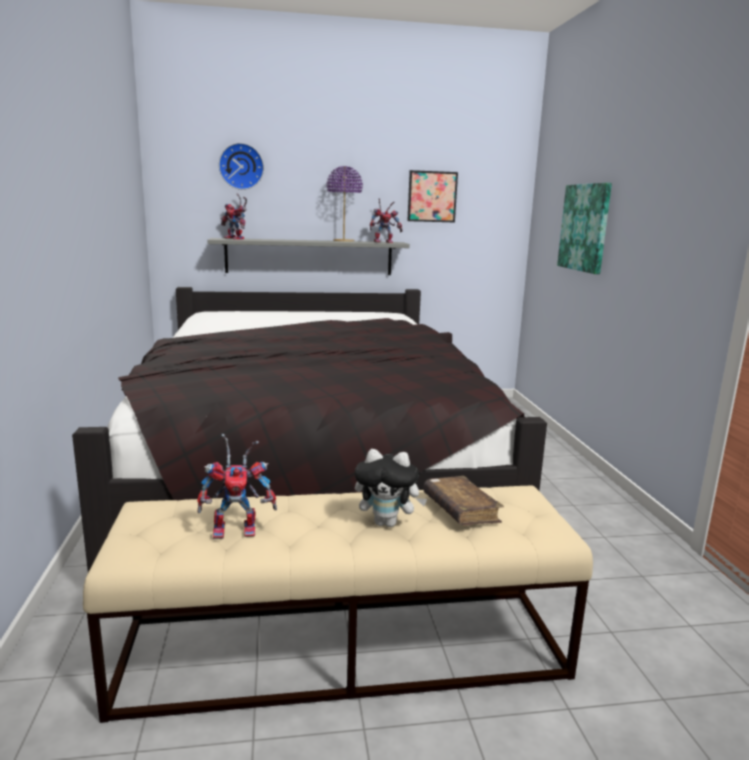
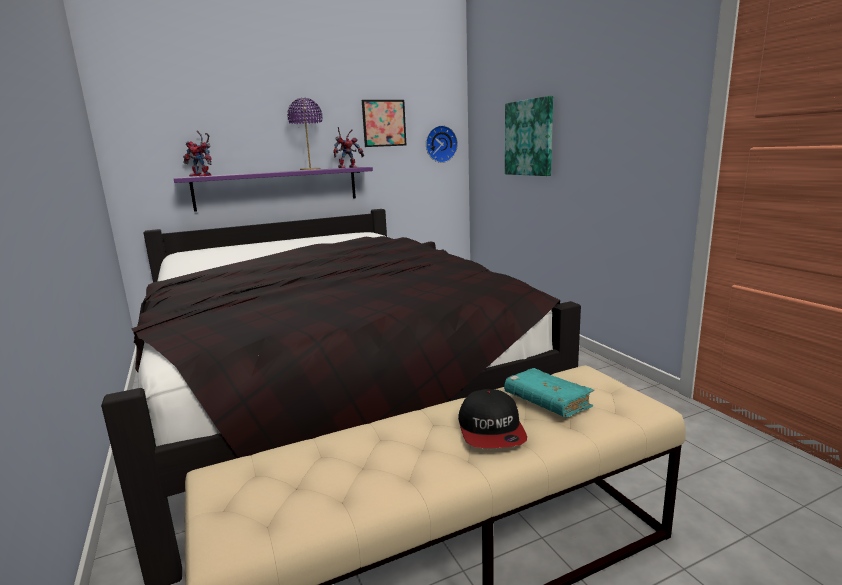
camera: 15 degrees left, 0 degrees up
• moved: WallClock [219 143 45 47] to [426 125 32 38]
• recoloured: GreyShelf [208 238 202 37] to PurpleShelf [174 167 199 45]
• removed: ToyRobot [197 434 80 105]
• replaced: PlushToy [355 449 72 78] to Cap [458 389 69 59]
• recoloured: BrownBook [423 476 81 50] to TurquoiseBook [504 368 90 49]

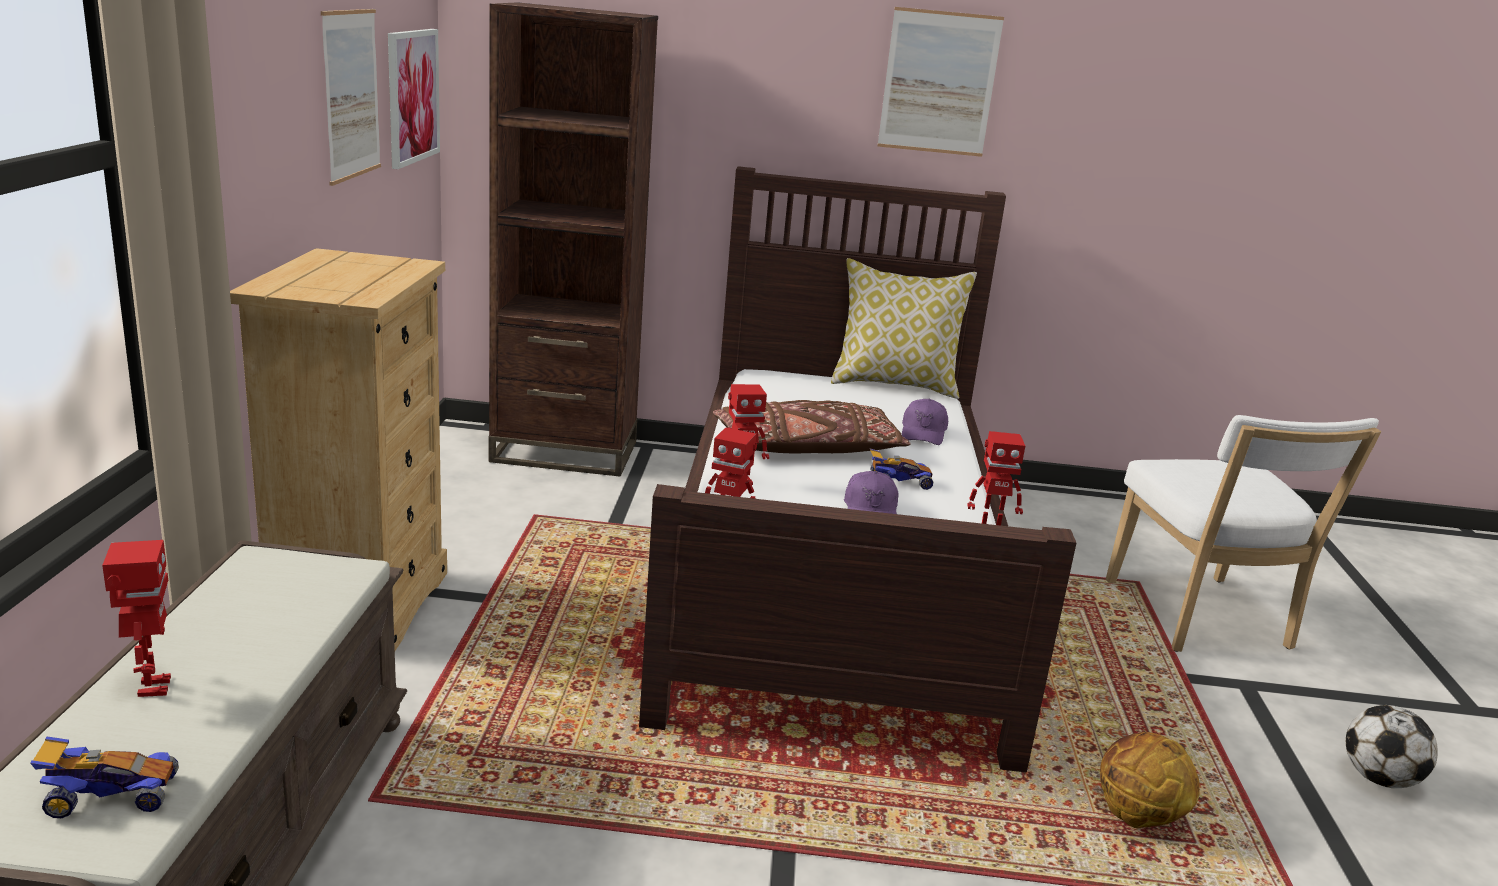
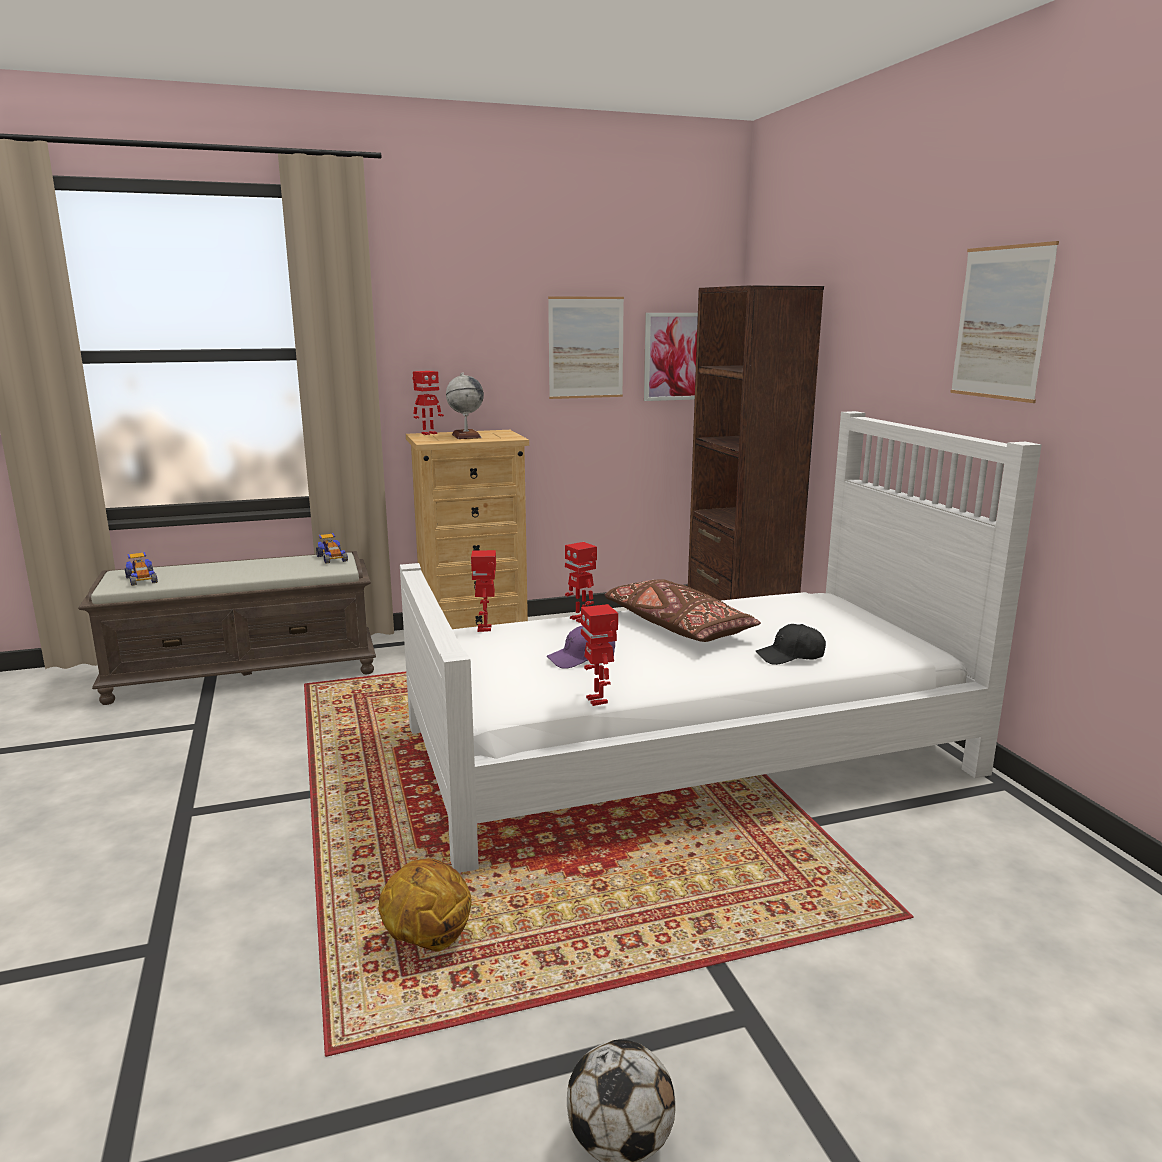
camera: 70 degrees right, 5 degrees down
• recoloured: BrownBed [639 166 437 607] to WhiteBed [400 411 642 462]
• removed: Pillow [831 258 146 141]
• recoloured: PurpleCap [902 399 46 46] to BlackCap [756 624 70 41]
• removed: WhiteChair [1106 415 275 237]
• moved: ToyCar [870 448 63 42] to [316 533 32 31]
• moved: ToyRobot [102 540 69 157] to [412 371 32 64]
• added: Globe [446 372 38 67]

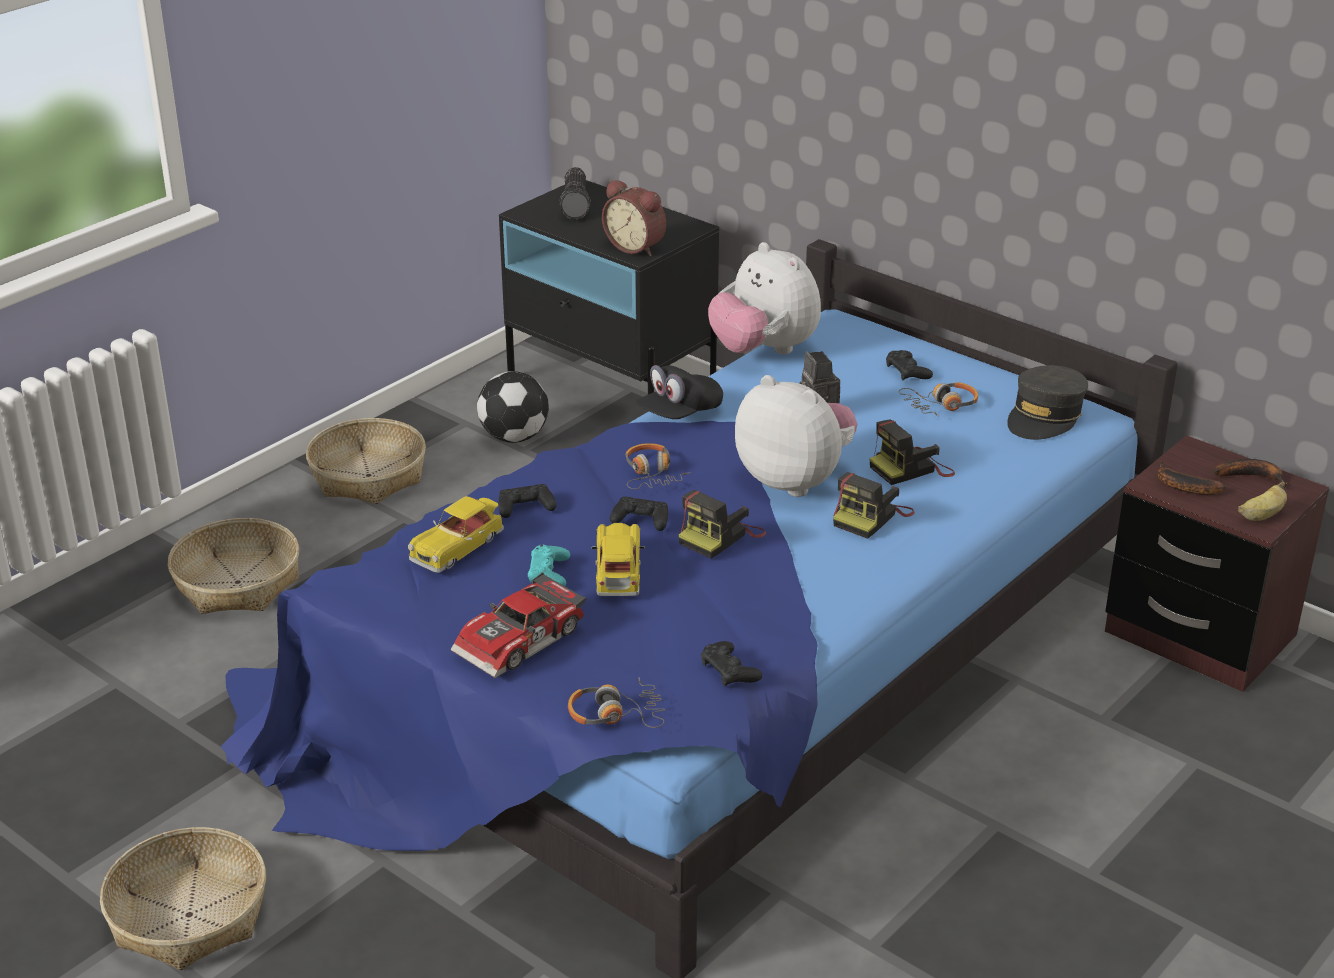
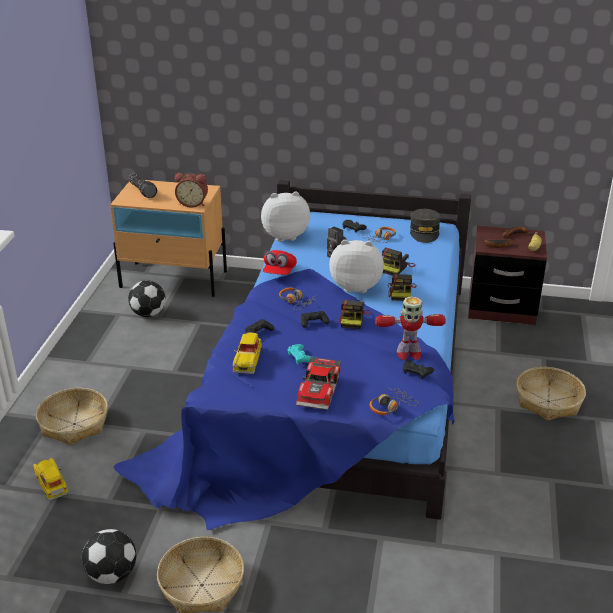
camera: 30 degrees left, 0 degrees up
• recoloured: BlackNightstand [499 180 220 214] to BeigeNightstand [110 180 117 117]
• turned: PlushToy [708 242 113 112] = [261 192 49 50] 150 degrees clockwise
• recoloured: BlackCap [636 365 87 54] to RedCap [263 250 34 25]
• moved: Basket [306 418 120 86] to [516 367 70 54]
• moved: ToyCar [591 523 54 73] to [33 458 36 42]
• added: ToyRobot [375 296 71 64]
• added: Football [82 529 54 55]

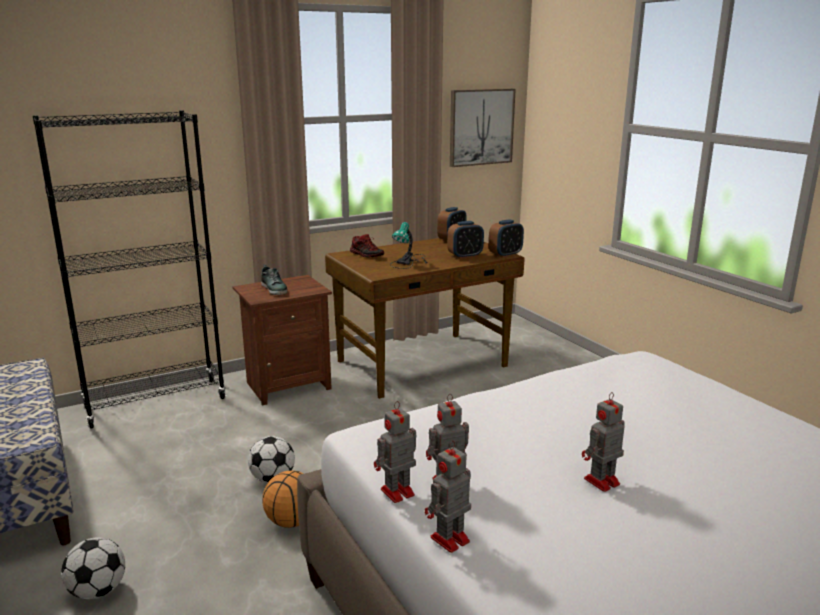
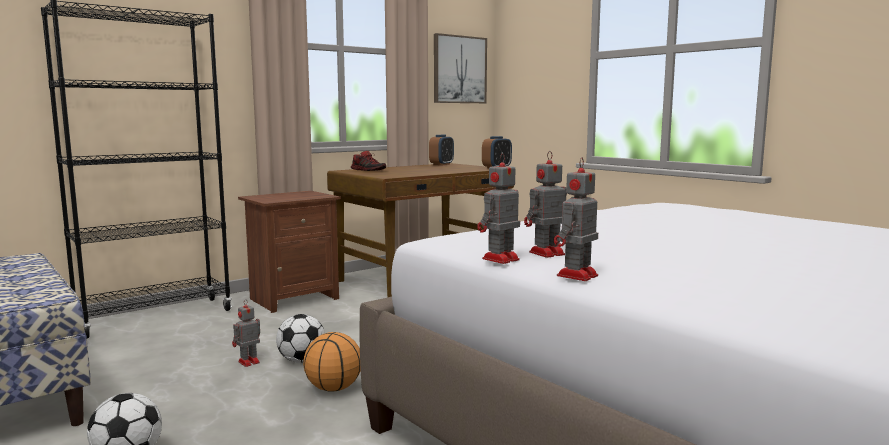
camera: 10 degrees left, 10 degrees down
• removed: AlarmClock [447 221 37 38]
• removed: TableLamp [390 222 38 47]
• removed: Shoe [261 265 27 30]
• moved: ToyRobot [582 392 43 100] to [232 299 28 68]

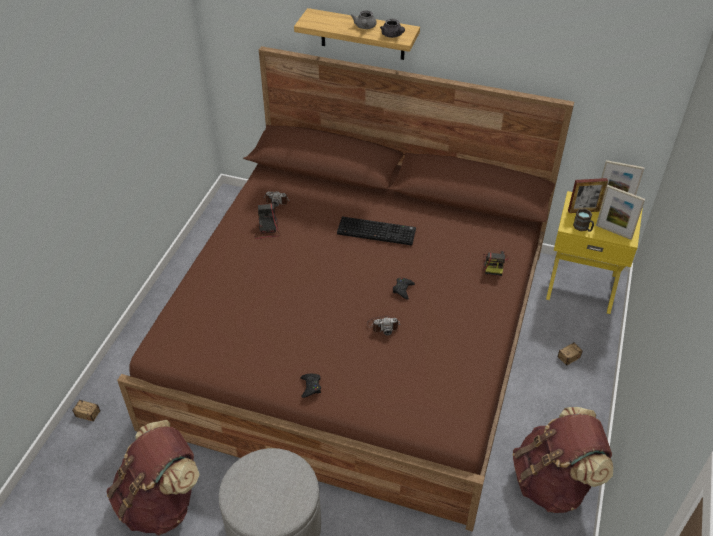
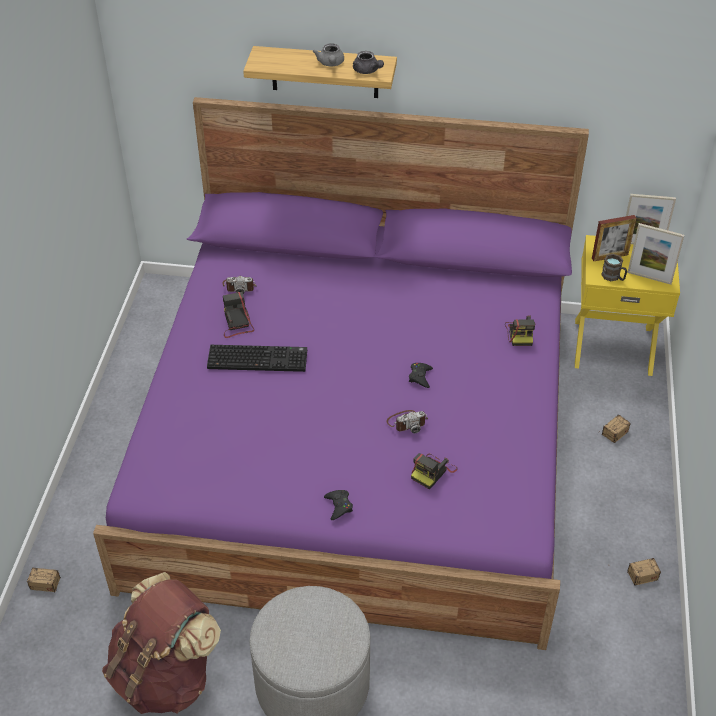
camera: 10 degrees left, 0 degrees up
• recoloured: BrownBed [117 46 457 485] to PurpleBed [93 97 496 553]
• moved: Keyboard [337 217 79 28] to [207 345 100 27]
• replaced: BrownBackpack [513 407 100 106] to StorageBox [608 558 53 28]
• added: PhotoCamera [411 453 46 36]

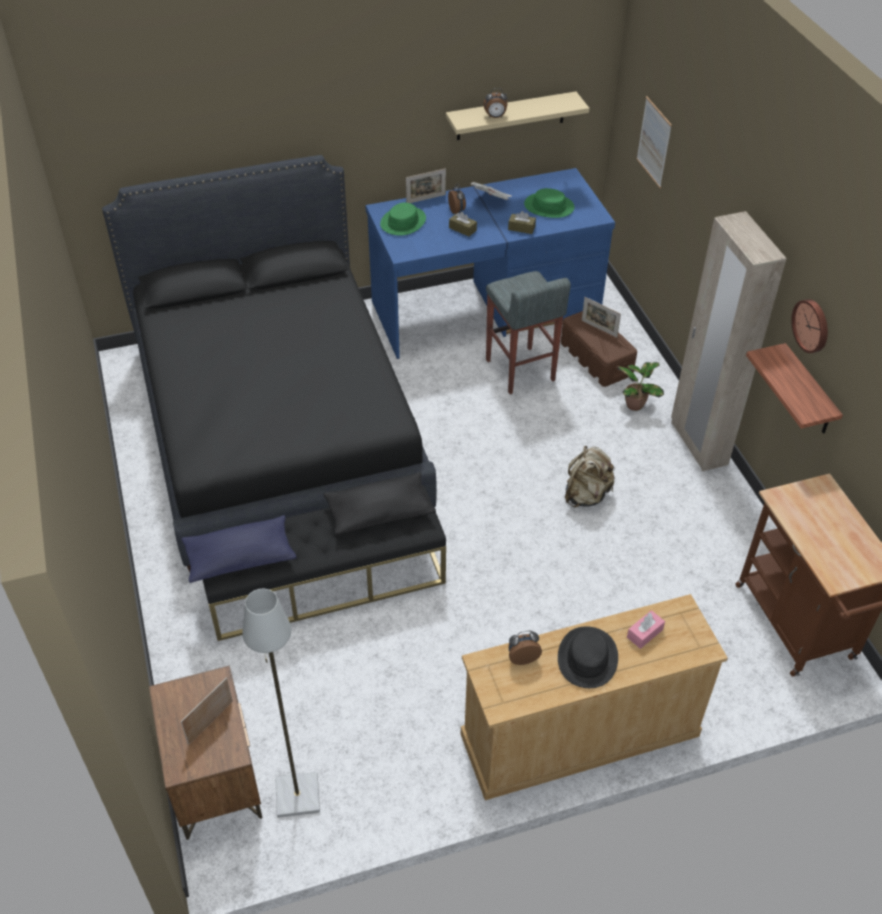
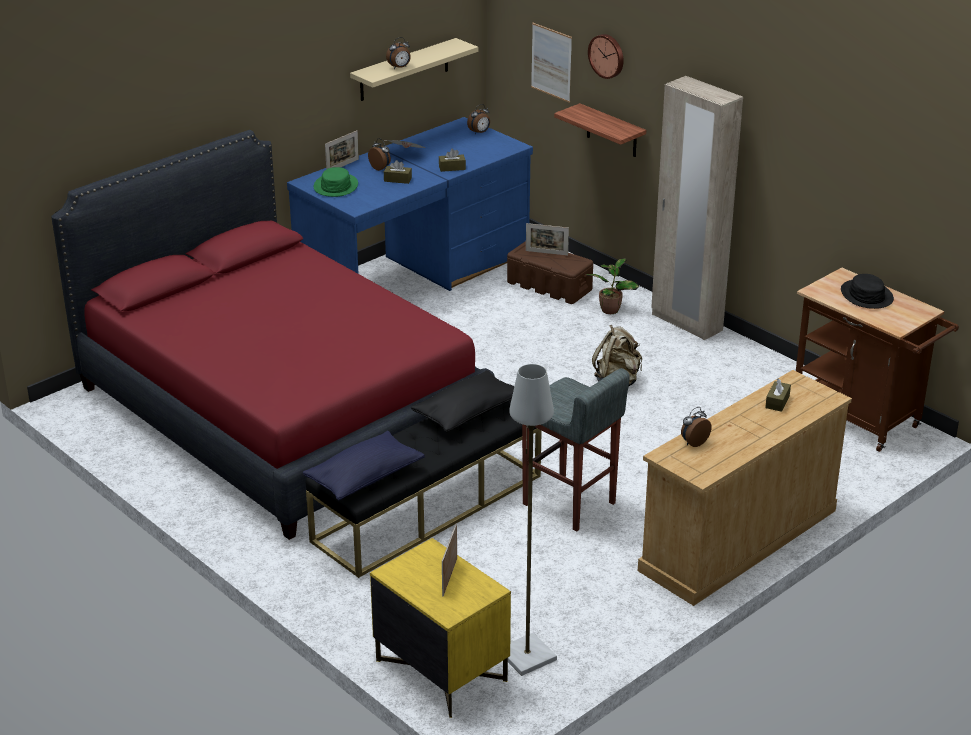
camera: 25 degrees left, 15 degrees down
• recoloured: BlackBed [102 155 335 417] to RedBed [51 130 444 410]
• removed: GreenHat [524 188 51 30]
• moved: GreyStool [486 271 85 123] to [522 368 108 164]
• moved: WallClock [791 299 37 54] to [588 34 36 45]
• moved: Shelf [746 343 97 91] to [554 103 92 54]
• recoloured: PinkTissueBox [627 610 38 39] to BrownTissueBox [765 378 26 34]
• moved: BlackHat [558 626 60 62] to [841 274 53 35]
• recoloured: BrownNightstand [149 666 114 174] to YellowNightstand [370 538 141 180]
• added: AlarmClock [467 104 23 30]

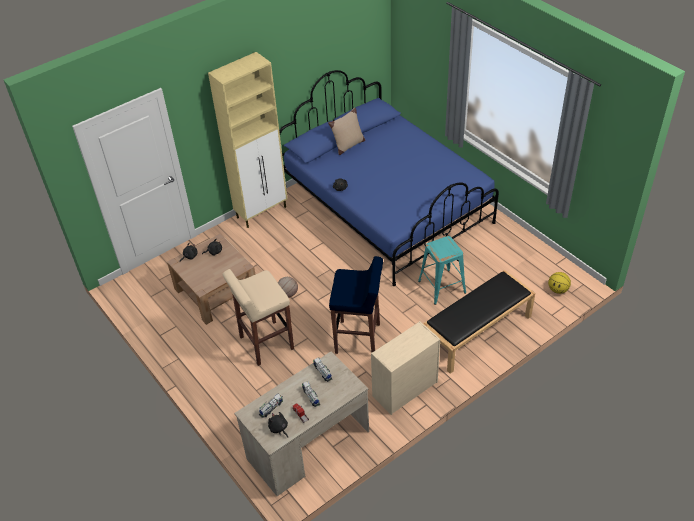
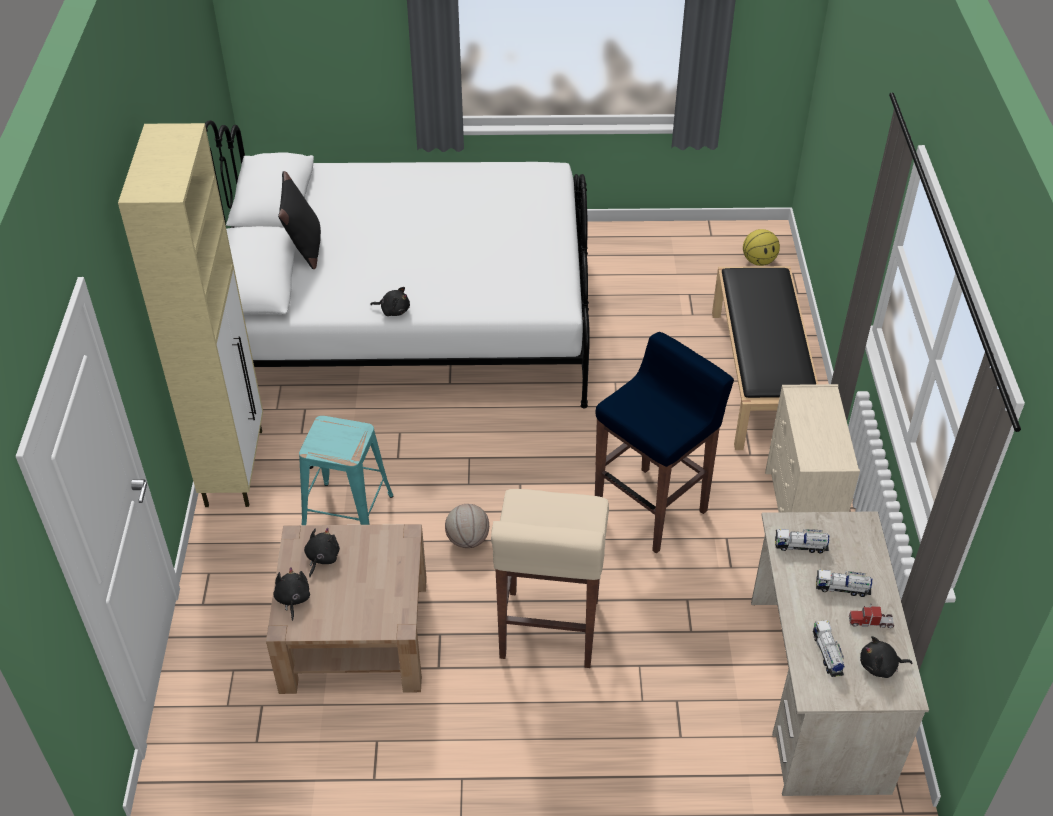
camera: 55 degrees left, 0 degrees up
• recoloured: BlueBed [279 70 220 216] to WhiteBed [205 120 385 288]
• recoloured: BeigePillow [328 108 37 47] to BlackPillow [278 171 43 98]
• moved: TurquoiseStool [418 236 48 69] to [299 416 94 109]

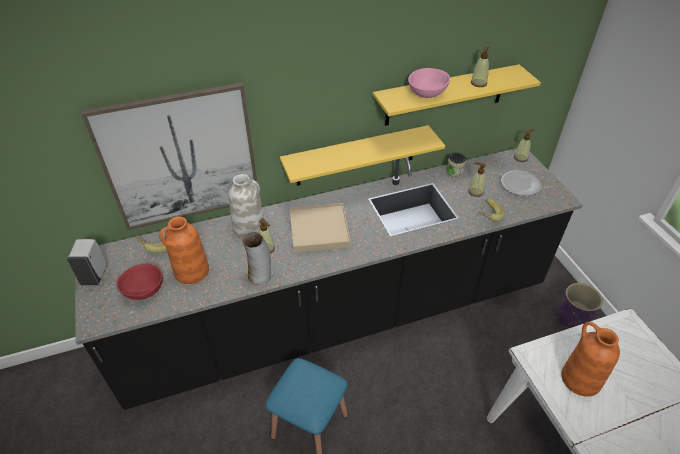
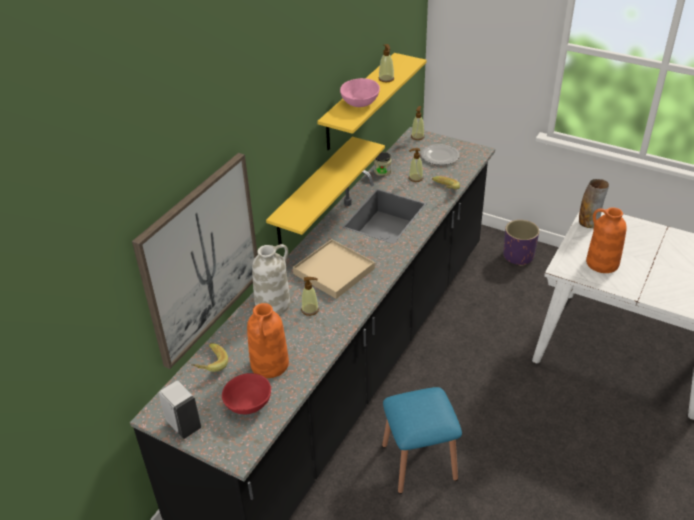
camera: 40 degrees left, 5 degrees down
• moved: Vase [241 232 30 53] to [579 179 30 49]

